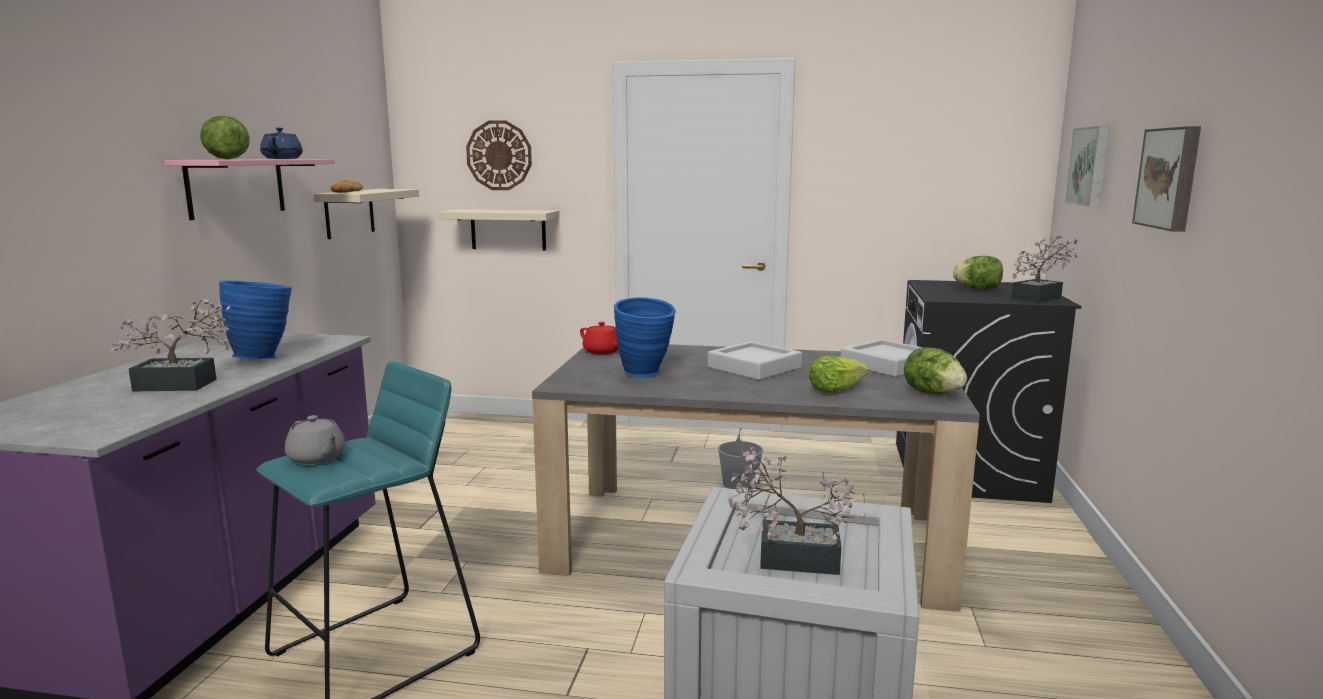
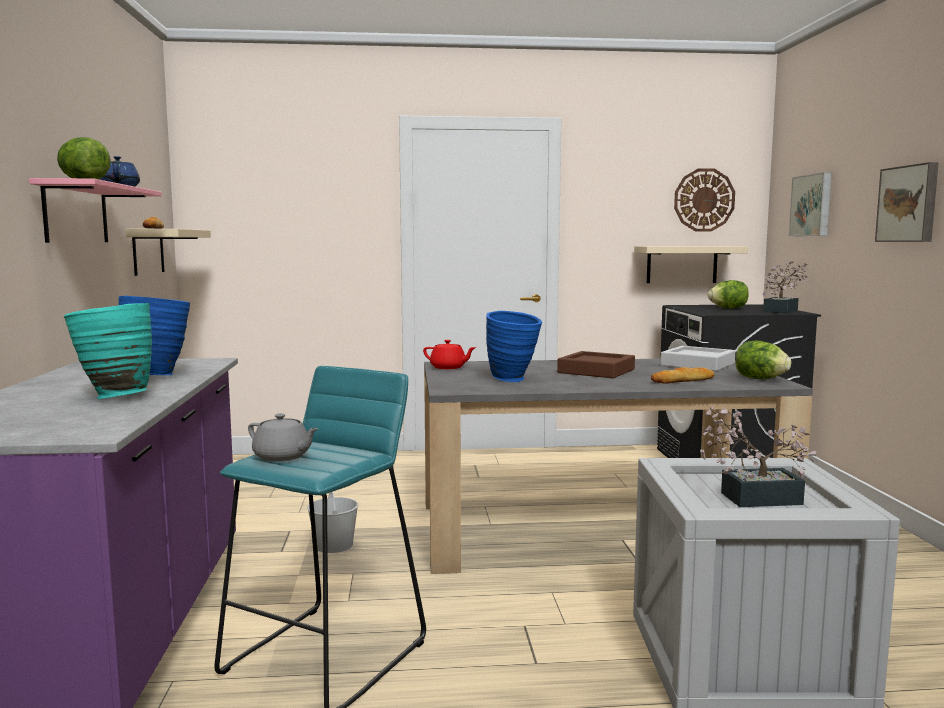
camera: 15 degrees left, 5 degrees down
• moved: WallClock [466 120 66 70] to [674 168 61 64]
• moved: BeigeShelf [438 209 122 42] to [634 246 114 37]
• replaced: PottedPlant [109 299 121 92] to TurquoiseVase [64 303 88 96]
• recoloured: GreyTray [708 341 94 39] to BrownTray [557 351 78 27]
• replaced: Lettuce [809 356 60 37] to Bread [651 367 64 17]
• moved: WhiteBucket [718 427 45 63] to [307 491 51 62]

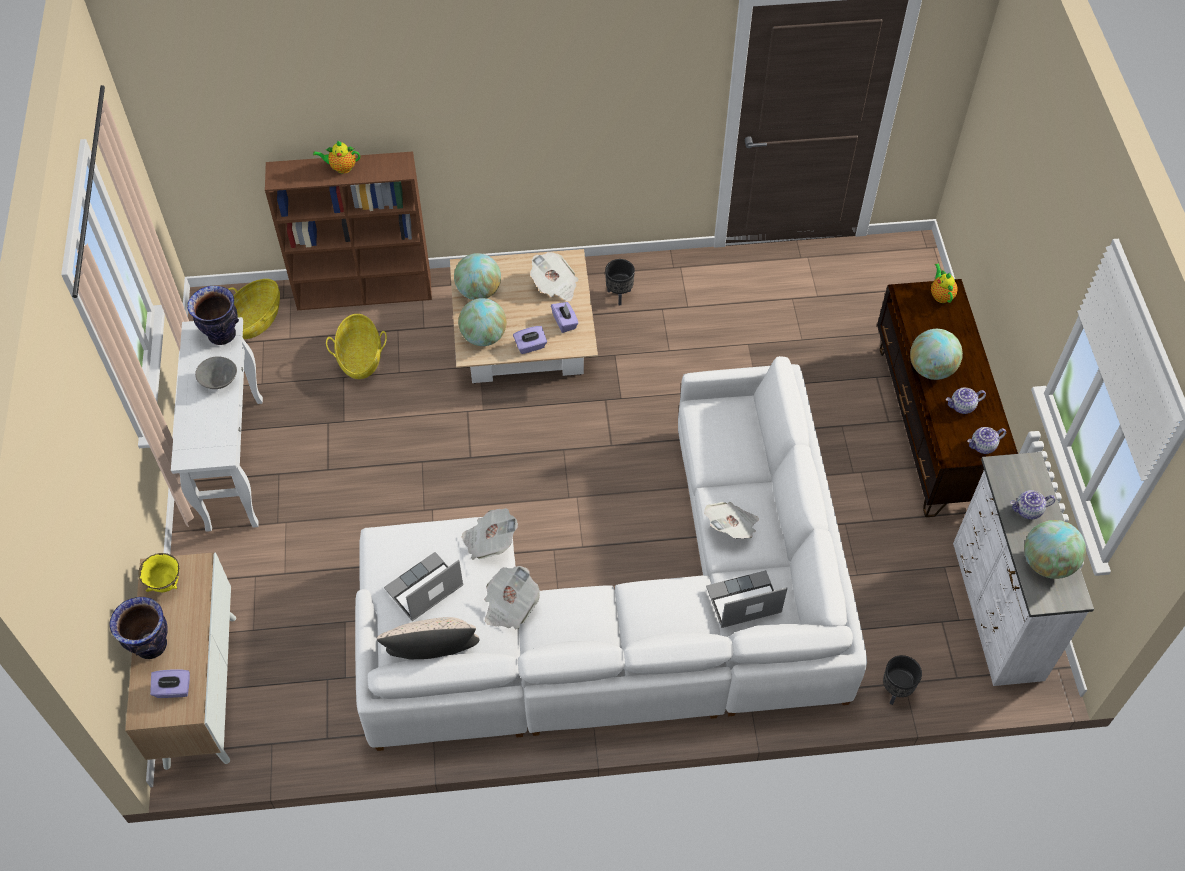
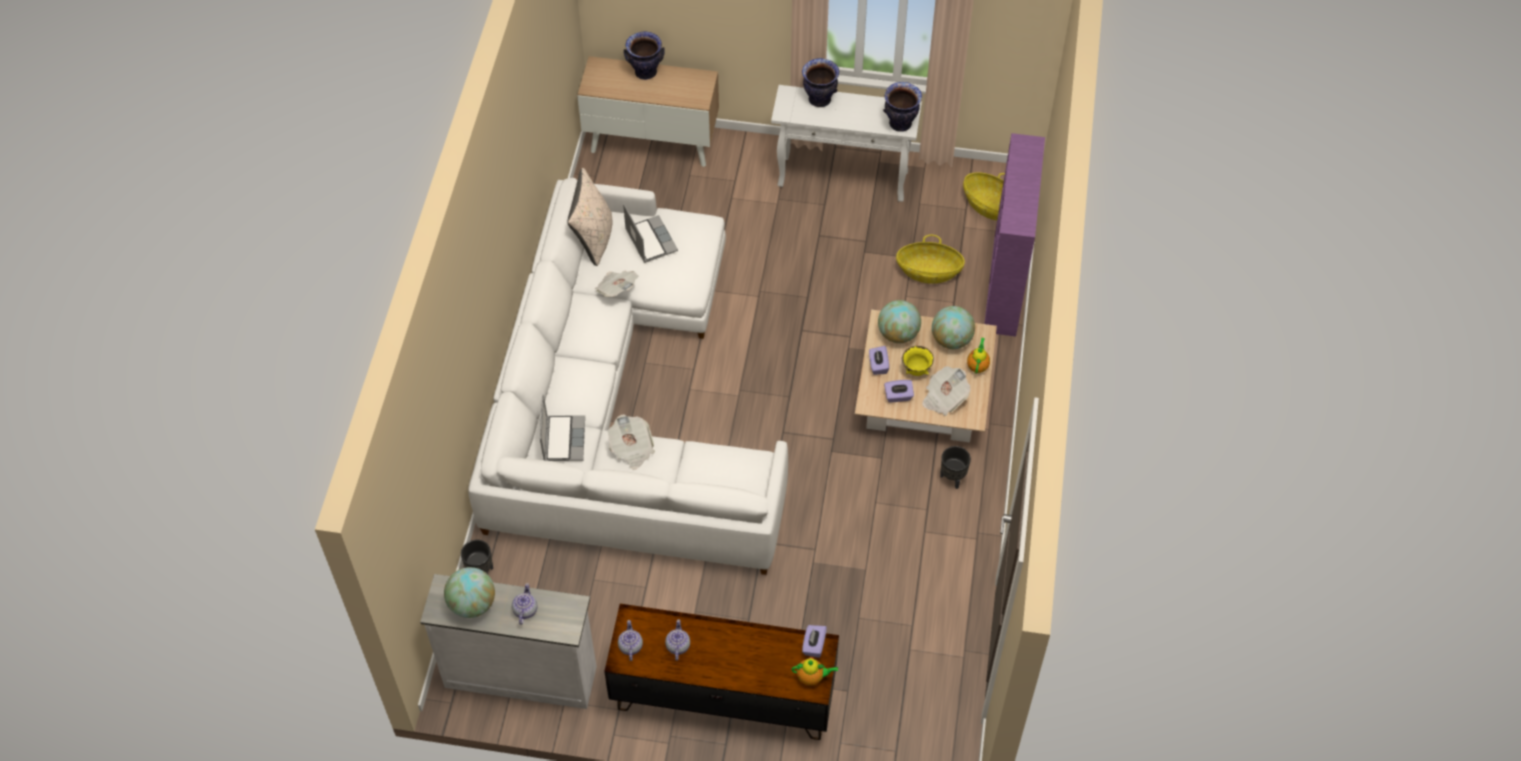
camera: 105 degrees right, 0 degrees up
• moved: Teapot [313 140 47 34] to [967 337 23 37]
• recoloured: BrownBookcase [265 151 167 159] to PurpleBookcase [984 133 61 204]
• removed: Globe [910 329 53 51]
• removed: GreyBowl [195 356 42 33]
• removed: Newspaper [462 508 56 52]
• moved: YellowBowl [138 553 42 39] to [902 346 32 30]
• moved: PurpleTissueBox [150 669 40 29] to [802 625 25 33]
• added: Vase [802 58 37 49]

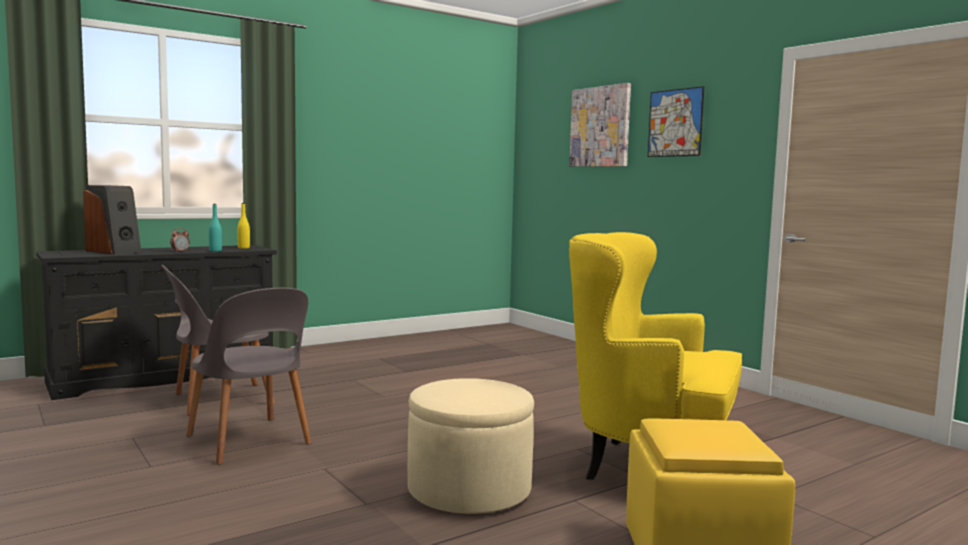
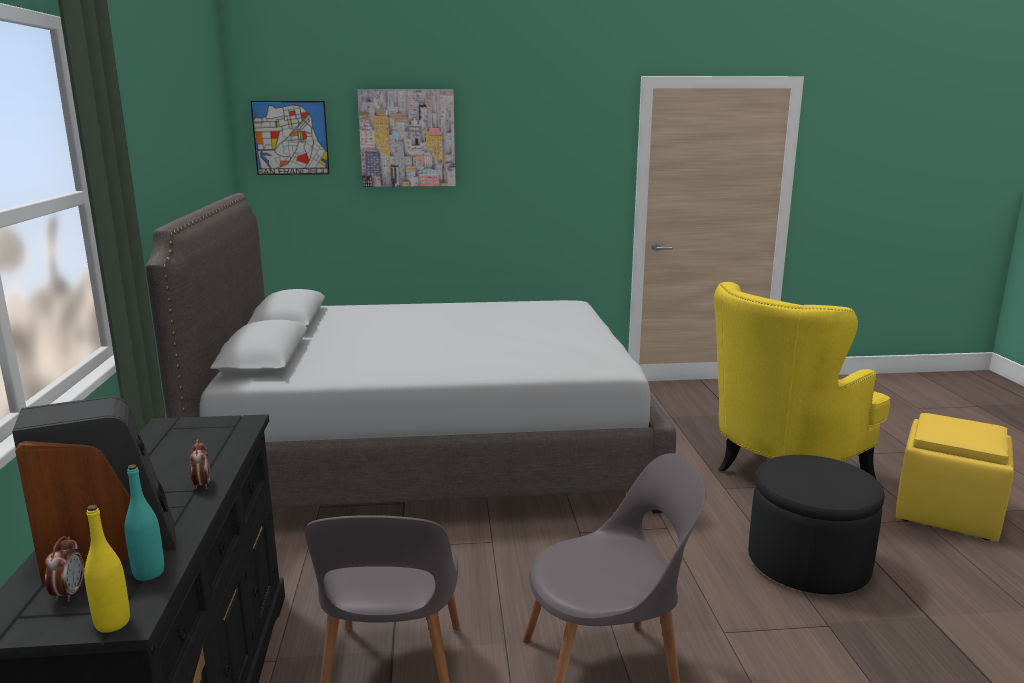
camera: 60 degrees left, 10 degrees up
• moved: Picture [648 86 56 71] to [250 101 80 74]
• moved: YellowBottle [237 203 13 46] to [84 505 46 128]
• moved: TurquoiseBottle [209 204 13 48] to [124 464 40 117]
• recoloured: BeigeOttoman [408 378 126 136] to BlackOttoman [748 455 137 139]
• added: GreyBed [146 193 530 320]
• added: AlarmClock [45 536 39 66]

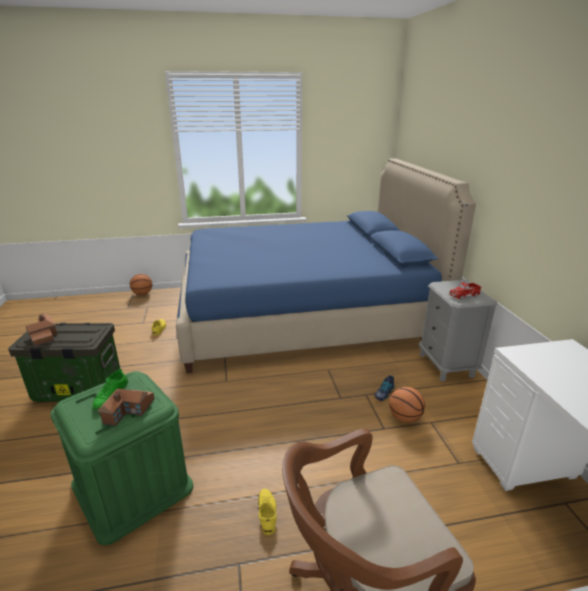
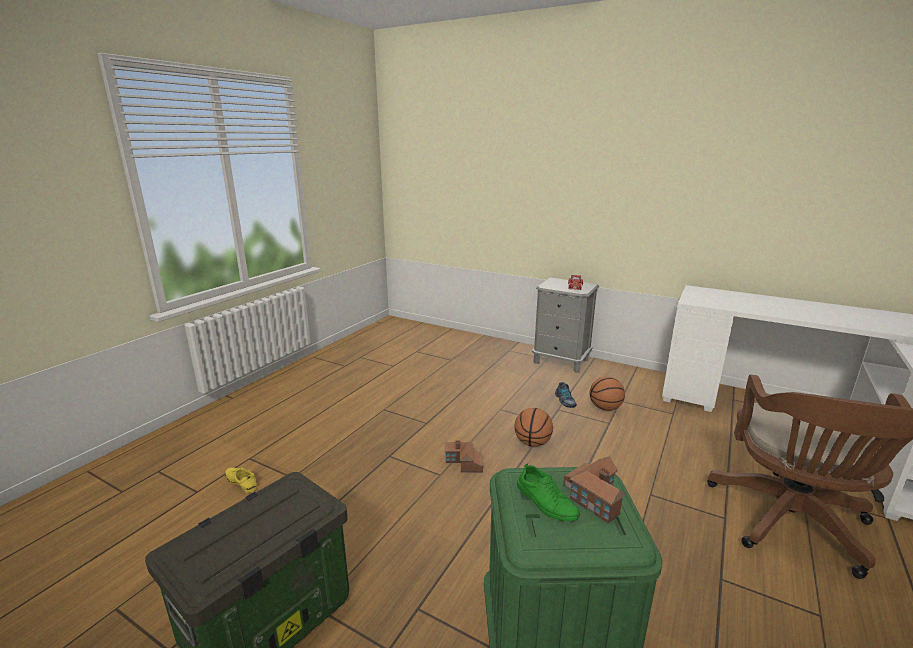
camera: 50 degrees left, 5 degrees down
• removed: BlueBed [176 158 300 215]
• moved: Basketball [130 274 22 21] to [514 408 39 39]
• moved: ToyHouse [26 313 31 34] to [445 440 38 33]
• removed: YellowShoe [258 489 19 46]

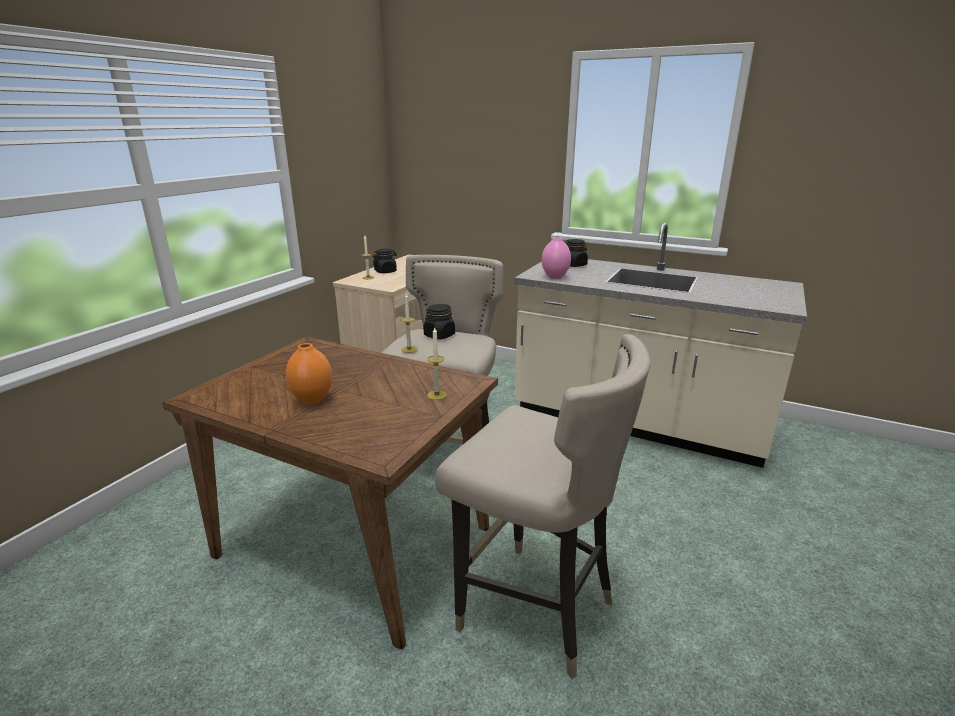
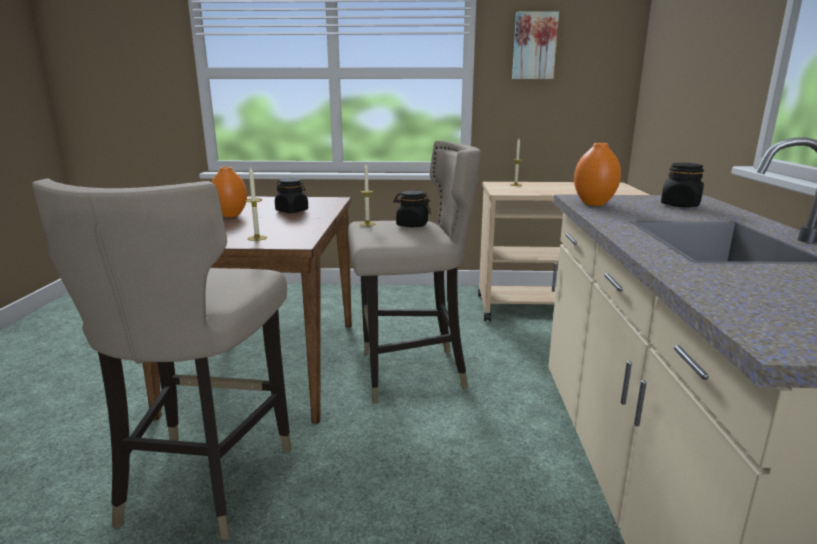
camera: 65 degrees right, 5 degrees down
• recoloured: PinkVase [542 237 29 42] to OrangeVase [574 143 47 63]
• moved: BlackJar [373 248 24 25] to [275 179 33 34]
• added: Picture [512 11 47 68]

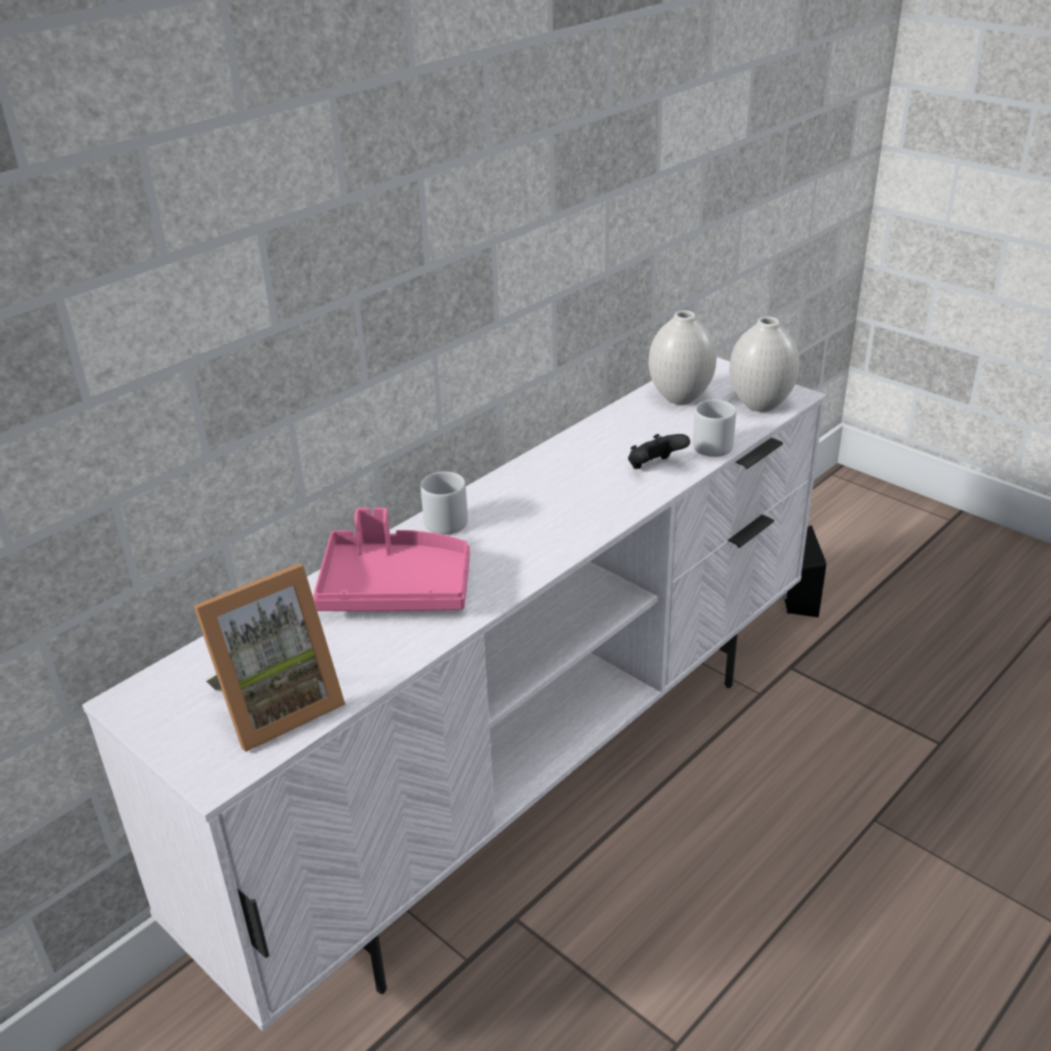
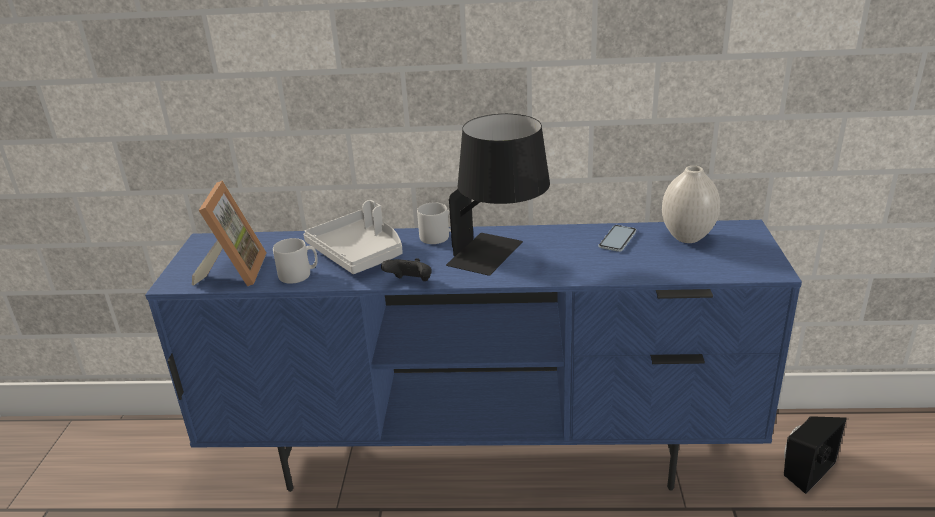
camera: 50 degrees right, 5 degrees down
• removed: WhiteVase [729 316 70 96]
• recoloured: WhiteTvStand [82 357 744 674] to BlueTvStand [145 220 657 272]
• moved: GreyMug [693 400 43 57] to [273 238 45 46]
• moved: BlackGameController [628 434 62 35] to [381 258 51 23]
• recoloured: PinkTray [313 508 157 103] to GreyTray [303 200 100 74]
• turned: PictureFrame [194 563 152 189] = [192 180 75 106] 105 degrees counterclockwise
• added: BlackTableLamp [446 114 104 162]
• added: Phone [598 225 39 27]

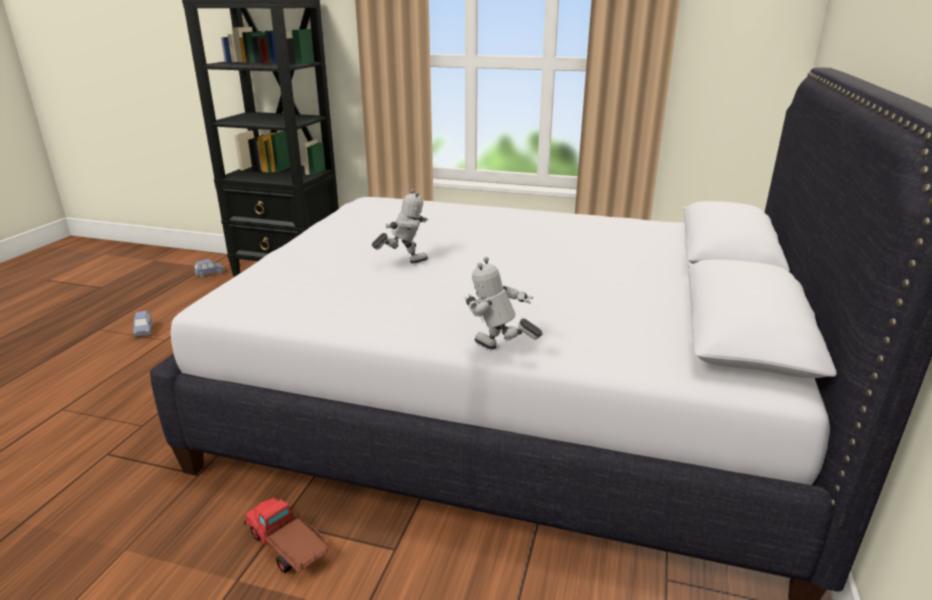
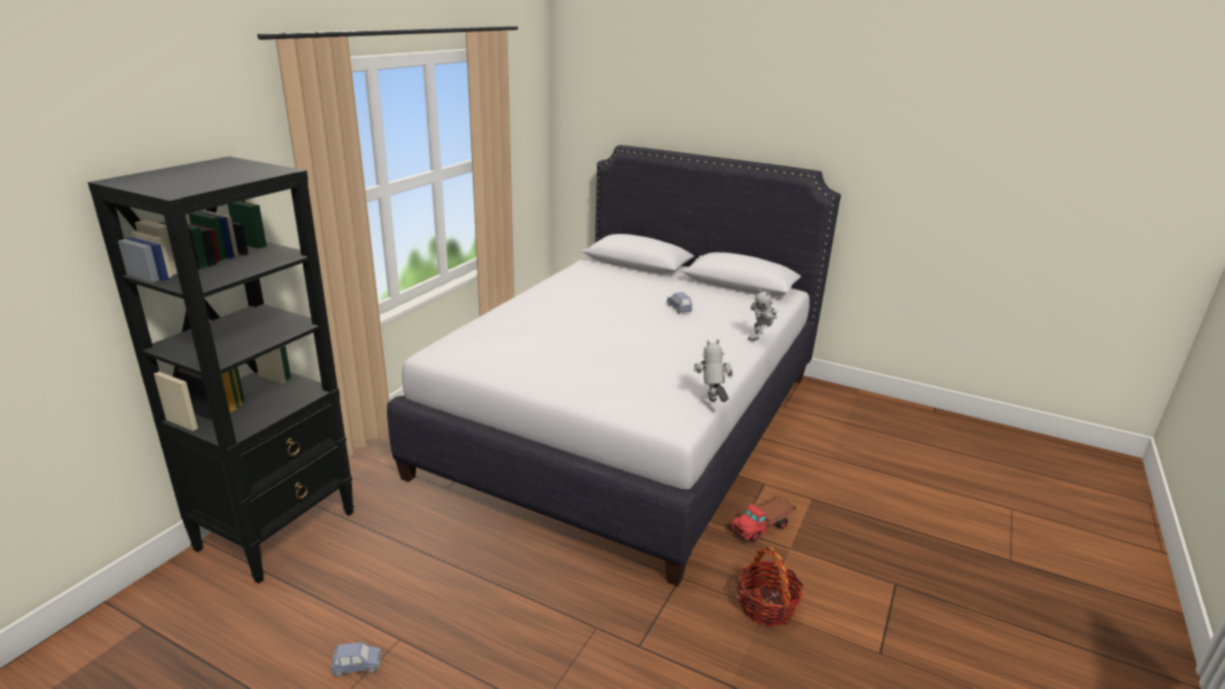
camera: 80 degrees left, 0 degrees up
• moved: ToyRobot [372 189 56 75] to [693 339 40 63]
• moved: BlueToyCar [194 259 30 19] to [667 292 25 22]
• added: Basket [737 546 66 81]

